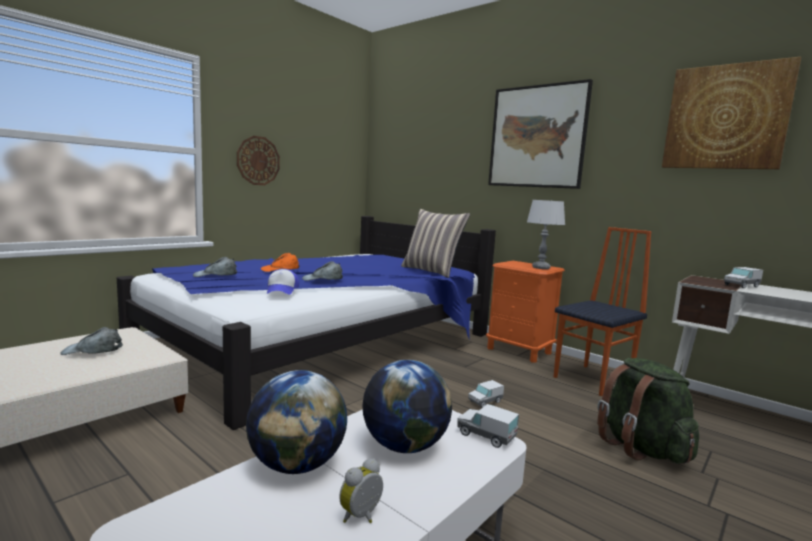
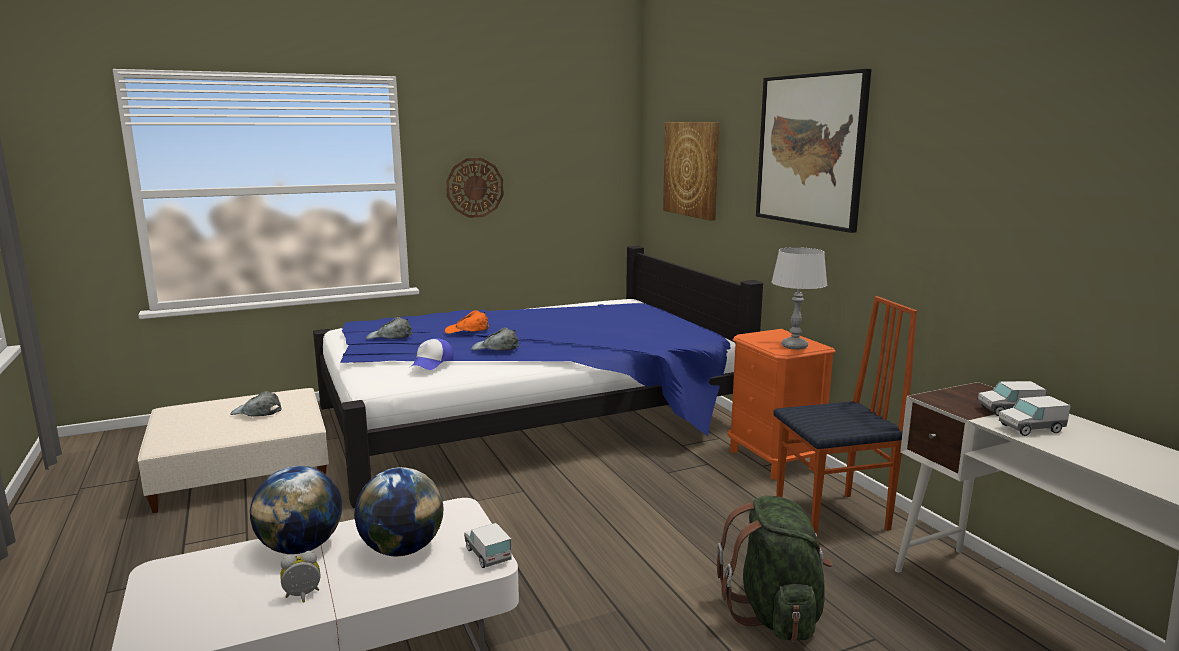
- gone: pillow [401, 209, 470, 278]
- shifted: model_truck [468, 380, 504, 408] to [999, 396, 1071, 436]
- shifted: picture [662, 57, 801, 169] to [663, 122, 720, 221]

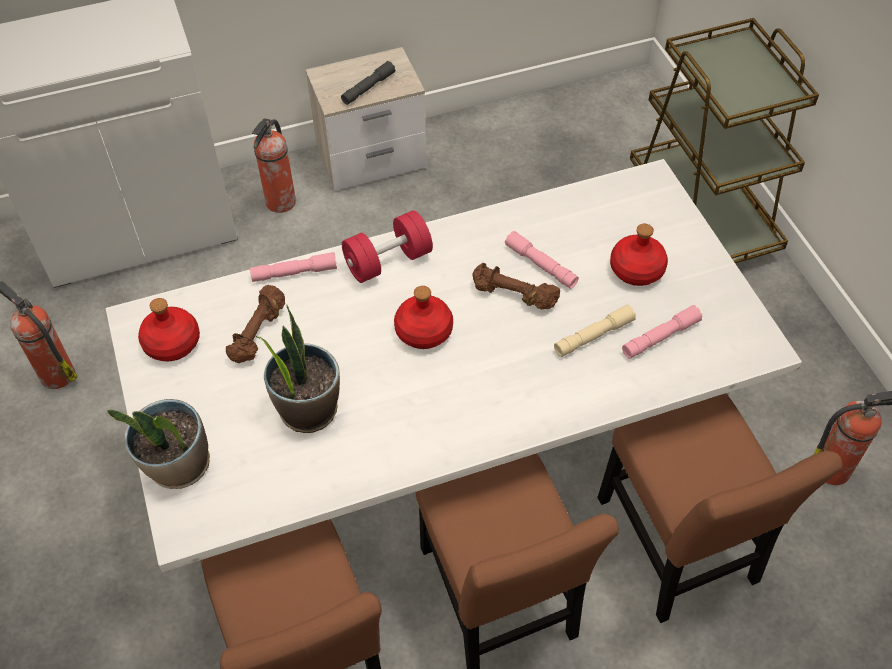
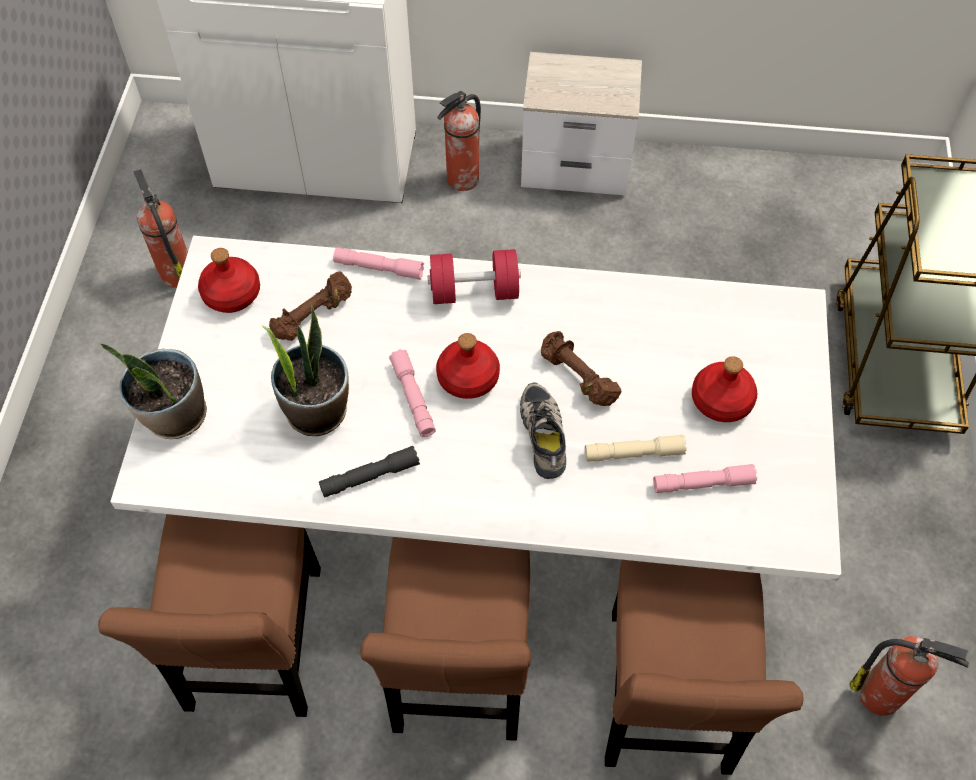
- new: item_of_footwear [520, 382, 566, 479]
- shifted: gray_torch [341, 61, 395, 105] to [319, 446, 420, 497]
- shifted: pink-coloured_torch [505, 231, 579, 289] to [389, 349, 436, 437]

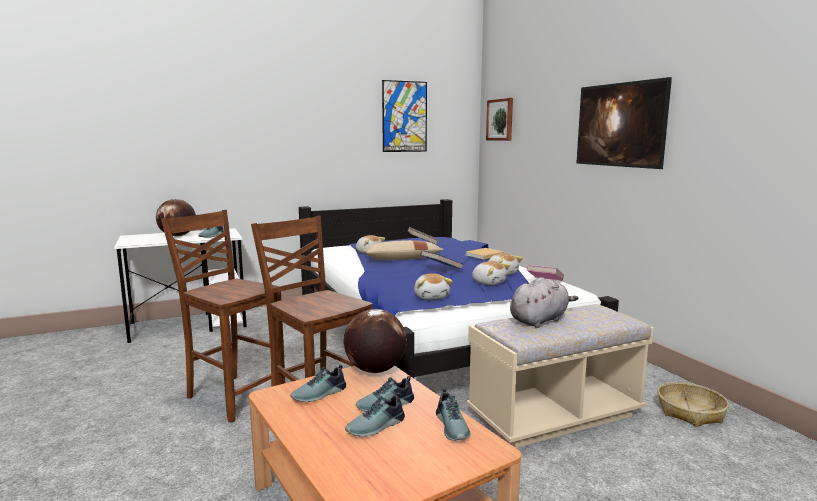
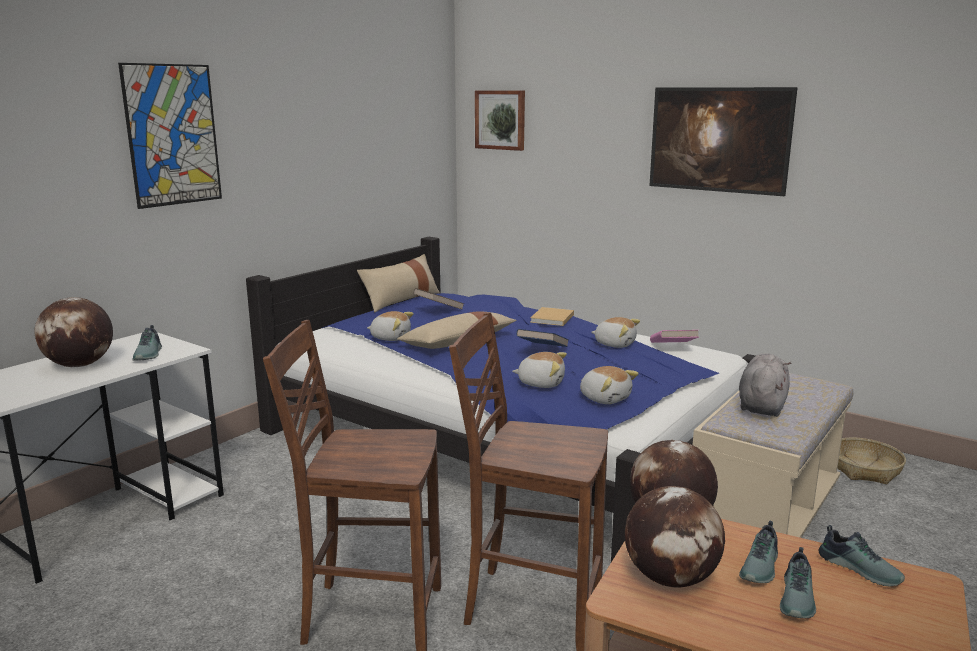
- new: sand-coloured_pillow [357, 254, 440, 312]
- shifted: picture [382, 80, 427, 152] to [118, 63, 222, 209]
- shifted: plush_toy [472, 261, 511, 285] to [512, 352, 567, 388]
- swapped: item_of_footwear [291, 364, 346, 402] to desk_globe [625, 486, 725, 587]

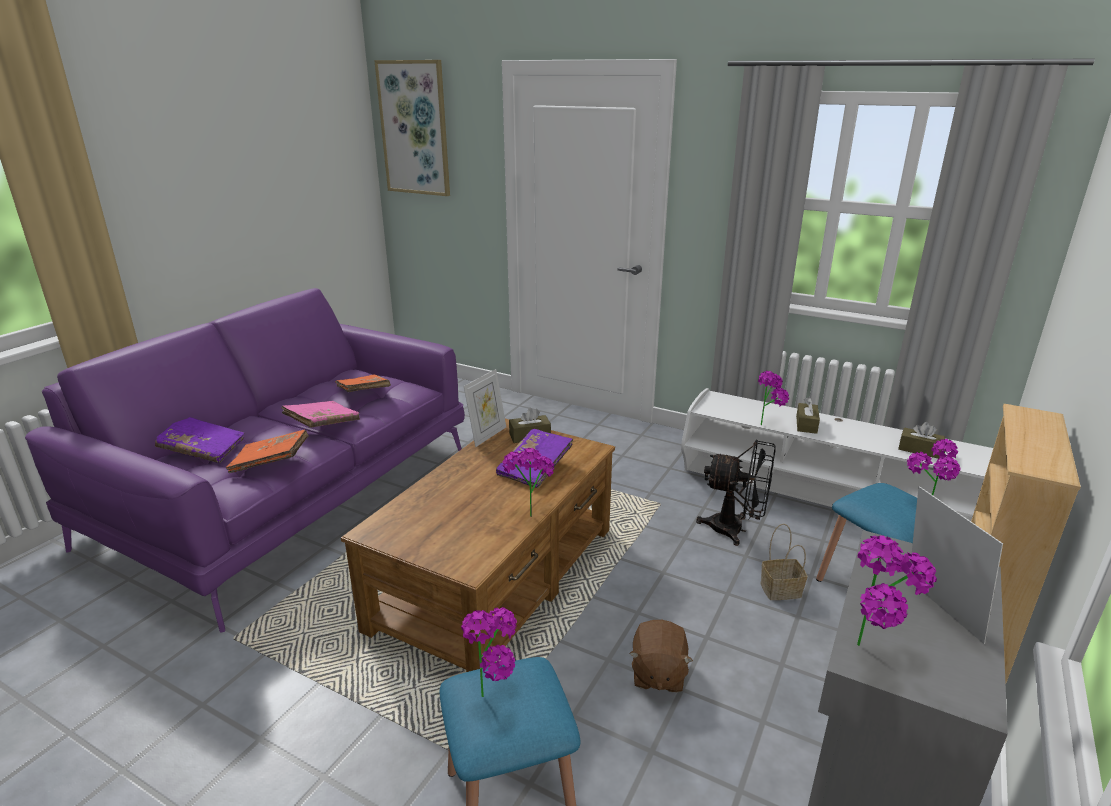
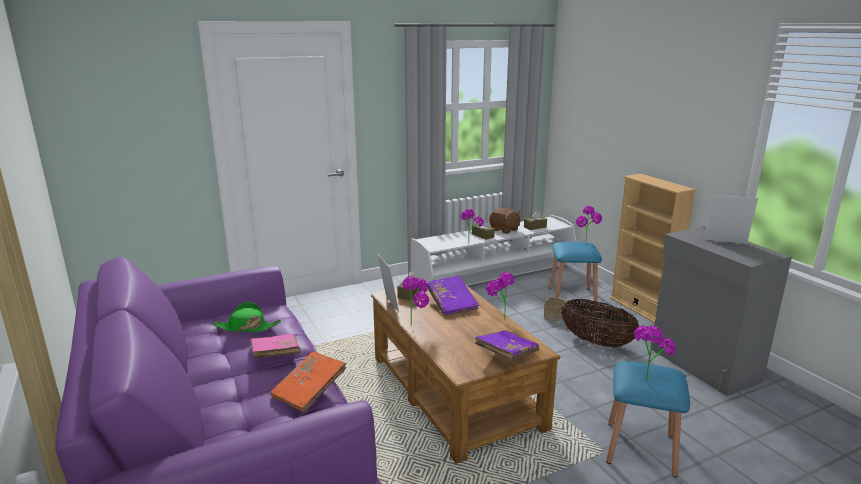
- gone: picture [374, 60, 450, 196]
- gone: black_cooling_fan [696, 439, 776, 546]
- new: basket [561, 299, 639, 347]
- shifted: purple_bound_book [155, 417, 244, 463] to [475, 330, 539, 360]
- shifted: brown-coloured_plush_toy [629, 620, 693, 693] to [489, 207, 520, 234]
- shifted: potted_plant [857, 535, 937, 646] to [403, 276, 429, 325]
- swapped: orange_bound_book [335, 374, 391, 392] to greenish_hat [213, 302, 281, 332]

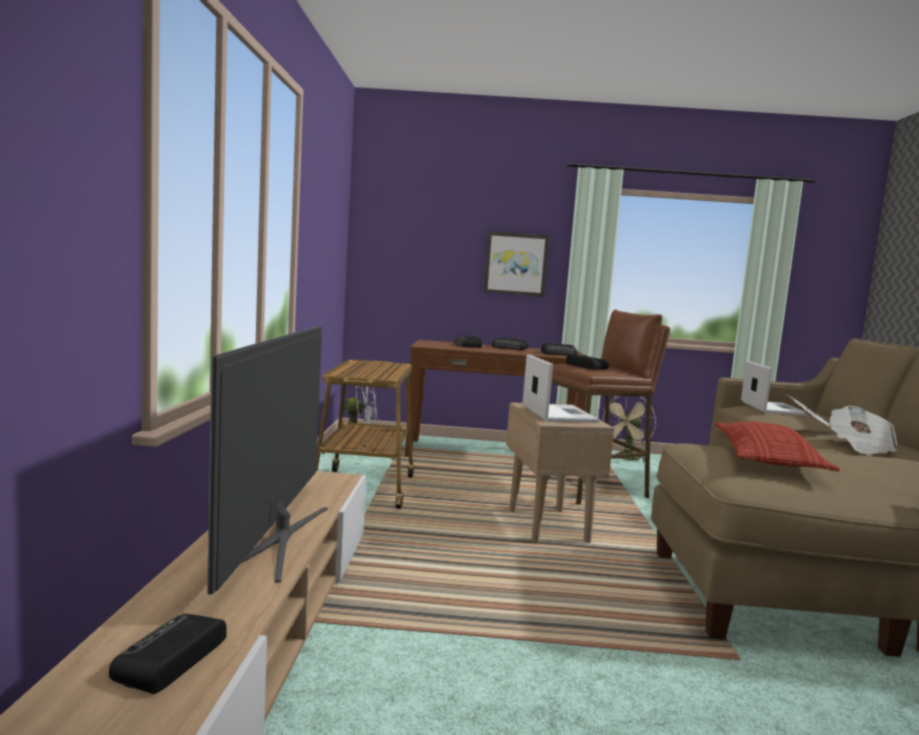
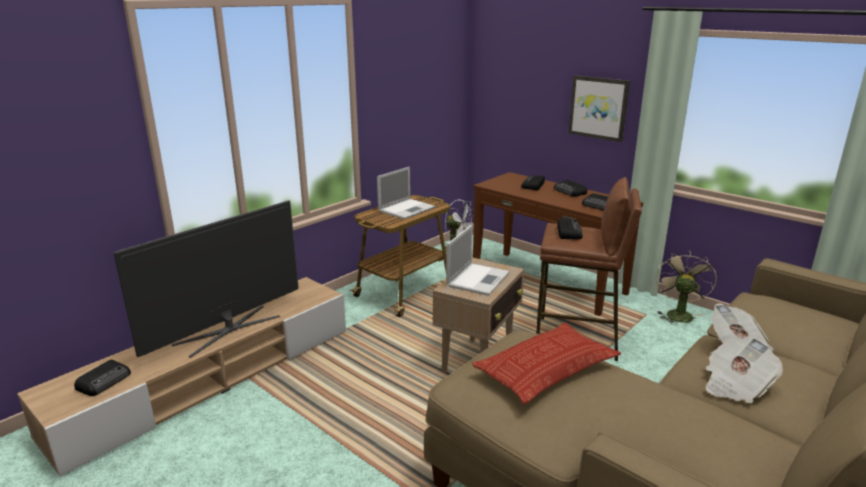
- shifted: notebook_computer [741, 361, 807, 416] to [377, 167, 435, 220]
- rotated: radio_receiver [109, 614, 227, 694] = [74, 360, 131, 396] 150 degrees clockwise
- rotated: sand-coloured_cooling_fan [603, 396, 656, 462] = [656, 251, 717, 325] 120 degrees clockwise

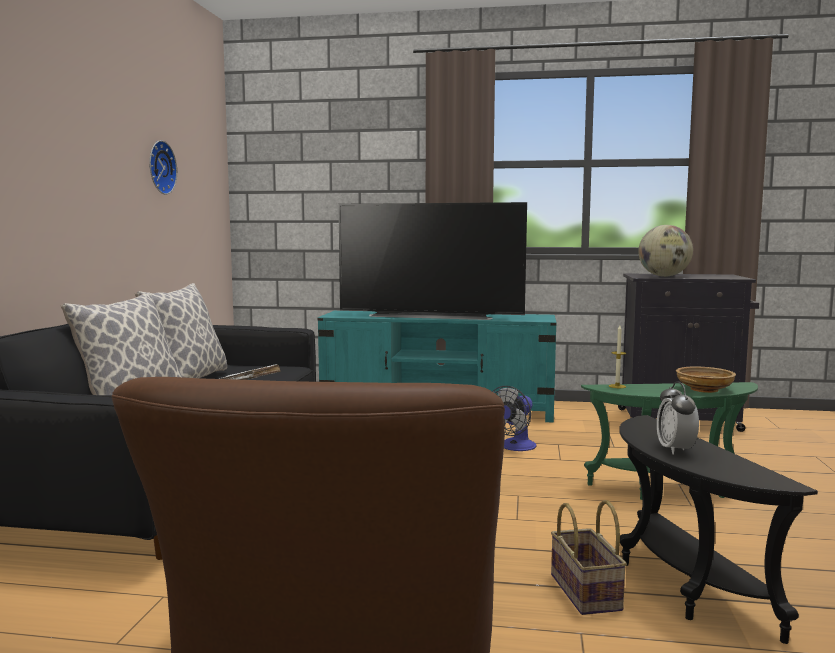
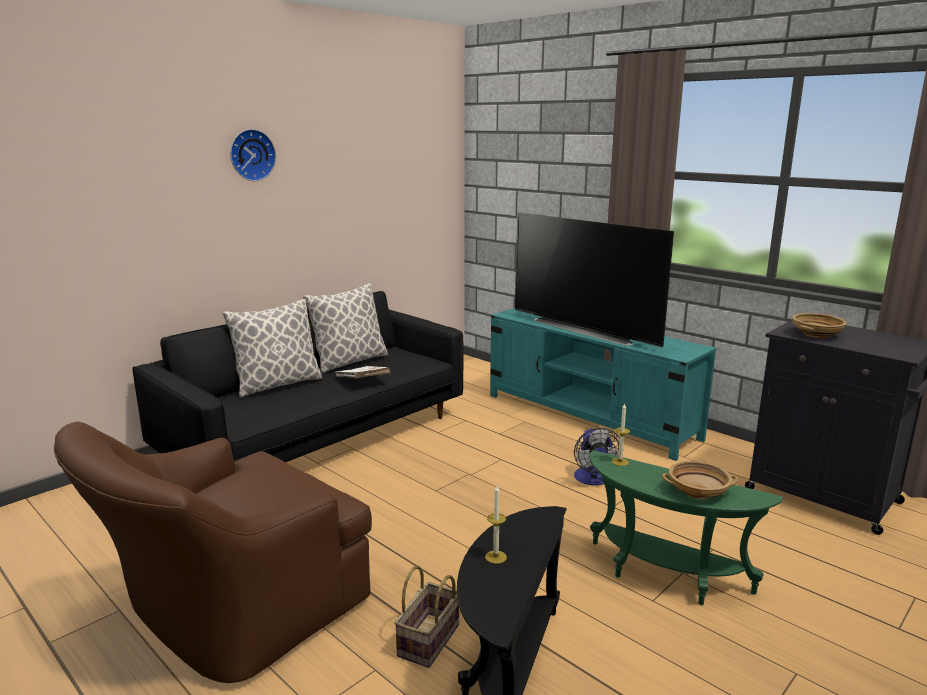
- shifted: clock_on_the_wall [149, 140, 177, 195] to [230, 129, 276, 181]
- swapped: desk_globe [638, 225, 693, 277] to sand-coloured_bowl [792, 313, 847, 338]
- swapped: alarm_clock [657, 381, 699, 455] to wax_light [485, 485, 507, 564]
- rotated: cooling_fan [492, 386, 537, 451] = [574, 428, 620, 485] 75 degrees counterclockwise

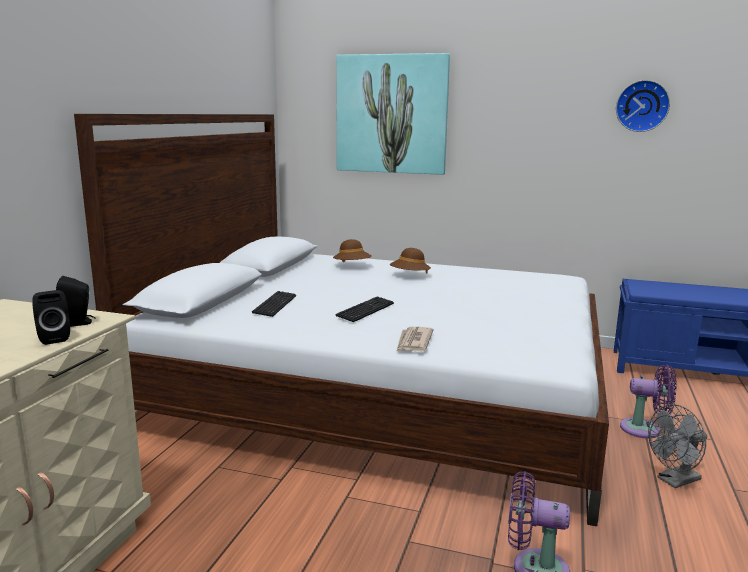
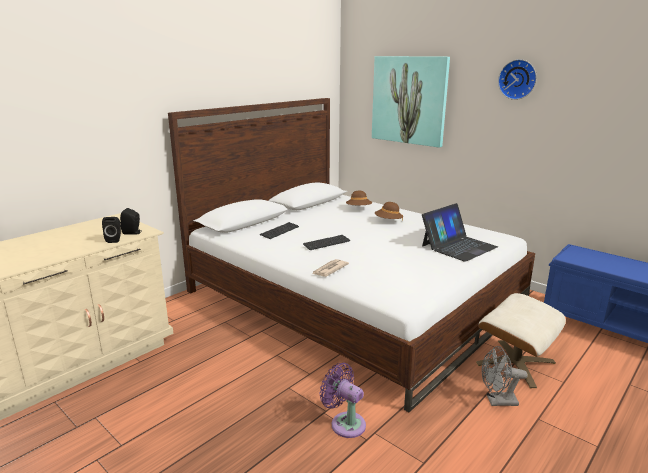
- new: notebook_computer [422, 203, 498, 262]
- shifted: clock_on_the_wall [616, 80, 670, 132] to [498, 59, 537, 100]
- swapped: purple_cooling_fan [620, 365, 676, 439] to sand-coloured_ottoman [476, 293, 566, 388]

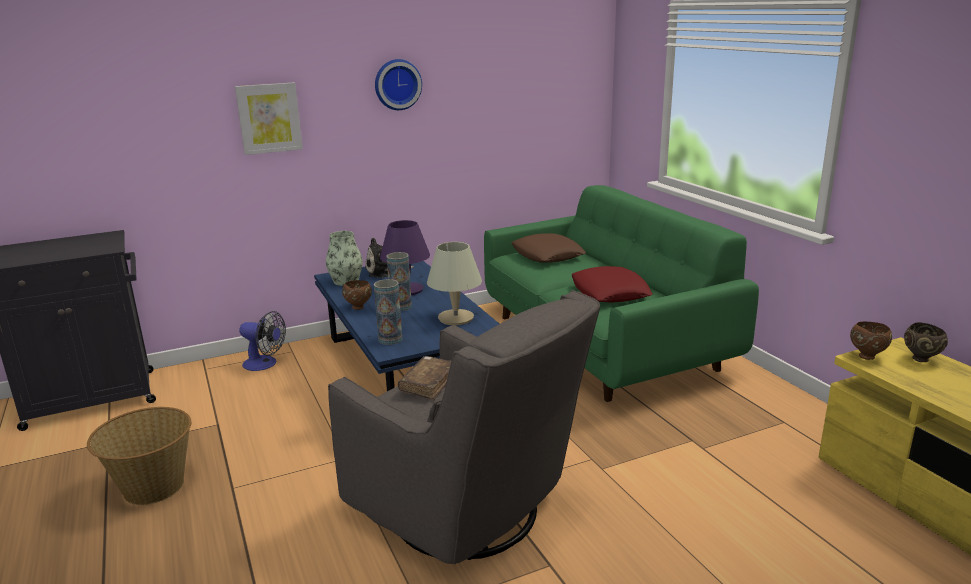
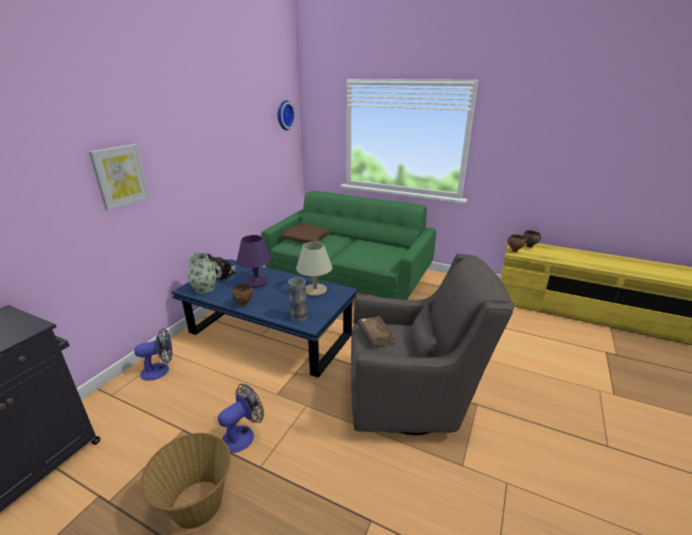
- gone: flower_vase [386, 252, 412, 311]
- gone: reddish_pillow [572, 266, 653, 303]
- new: cooling_fan [218, 384, 264, 453]
- shifted: clock_on_the_wall [375, 59, 422, 110] to [278, 100, 296, 130]

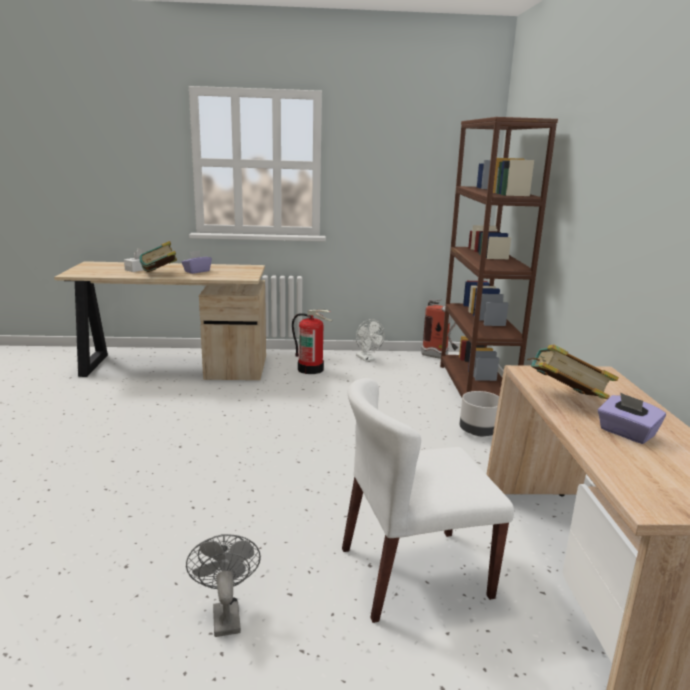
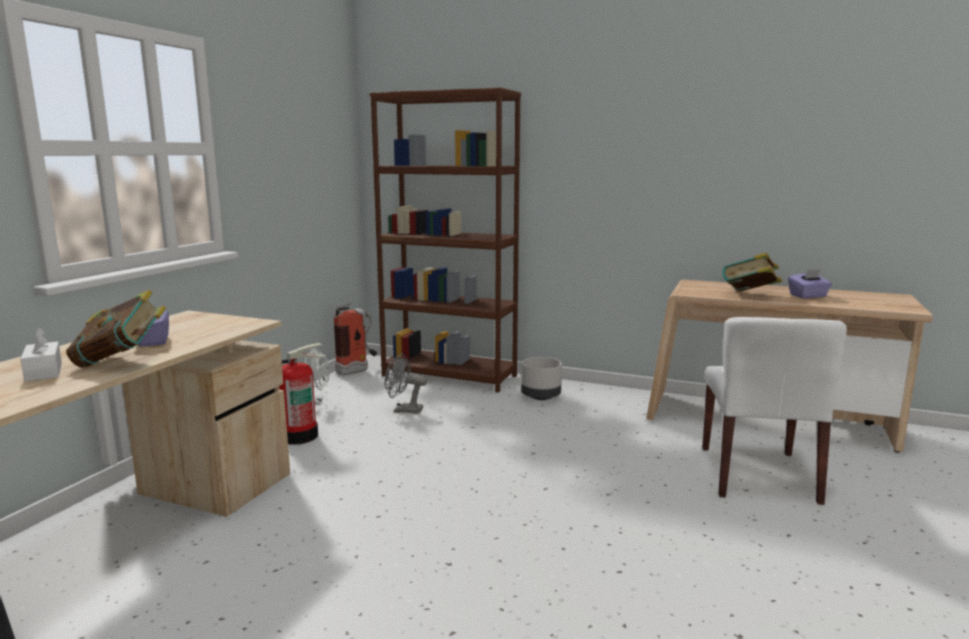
- shifted: gray_cooling_fan [186, 534, 261, 637] to [384, 353, 427, 414]

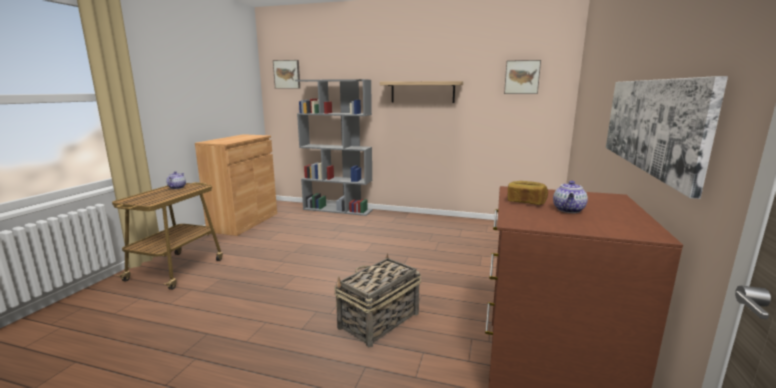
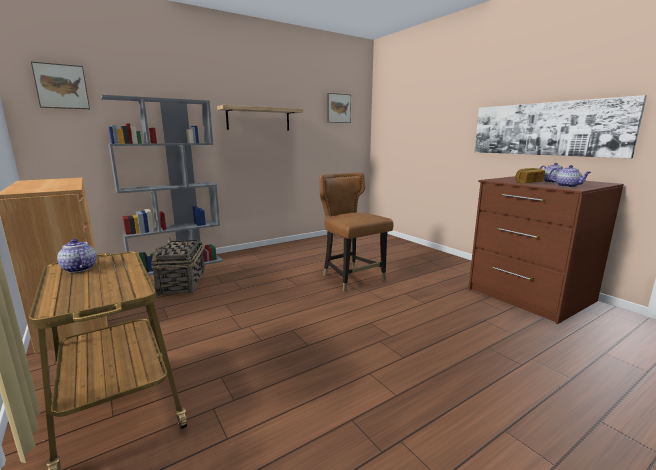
- new: brown-coloured_chair [319, 173, 394, 291]
- new: tea_pot [549, 165, 591, 187]
- shifted: basket [334, 253, 421, 347] to [151, 237, 205, 296]

